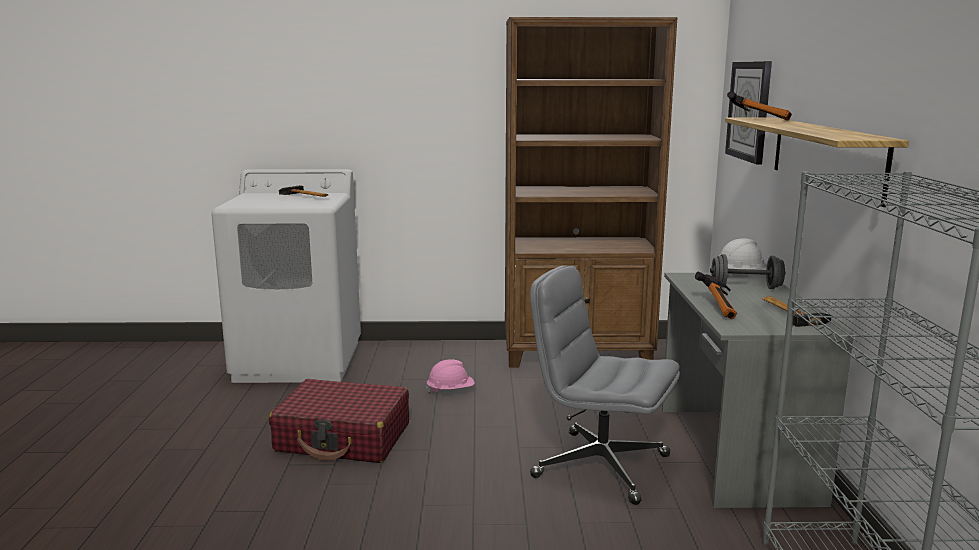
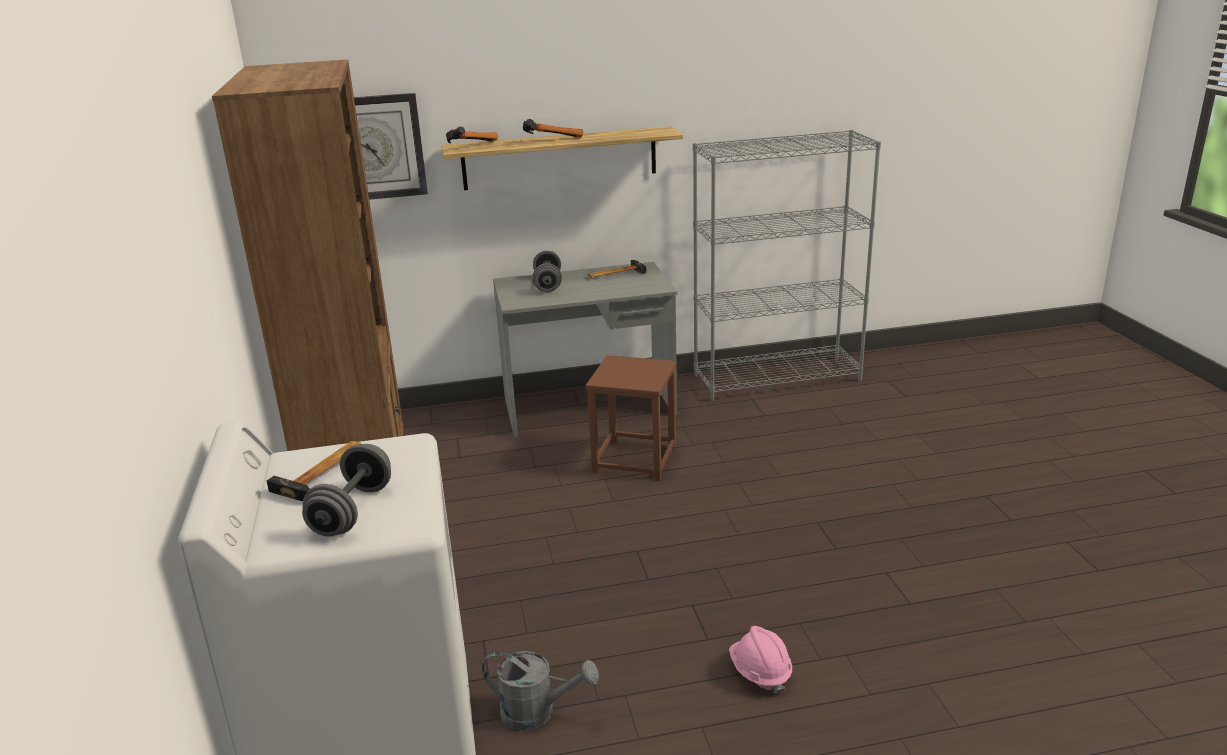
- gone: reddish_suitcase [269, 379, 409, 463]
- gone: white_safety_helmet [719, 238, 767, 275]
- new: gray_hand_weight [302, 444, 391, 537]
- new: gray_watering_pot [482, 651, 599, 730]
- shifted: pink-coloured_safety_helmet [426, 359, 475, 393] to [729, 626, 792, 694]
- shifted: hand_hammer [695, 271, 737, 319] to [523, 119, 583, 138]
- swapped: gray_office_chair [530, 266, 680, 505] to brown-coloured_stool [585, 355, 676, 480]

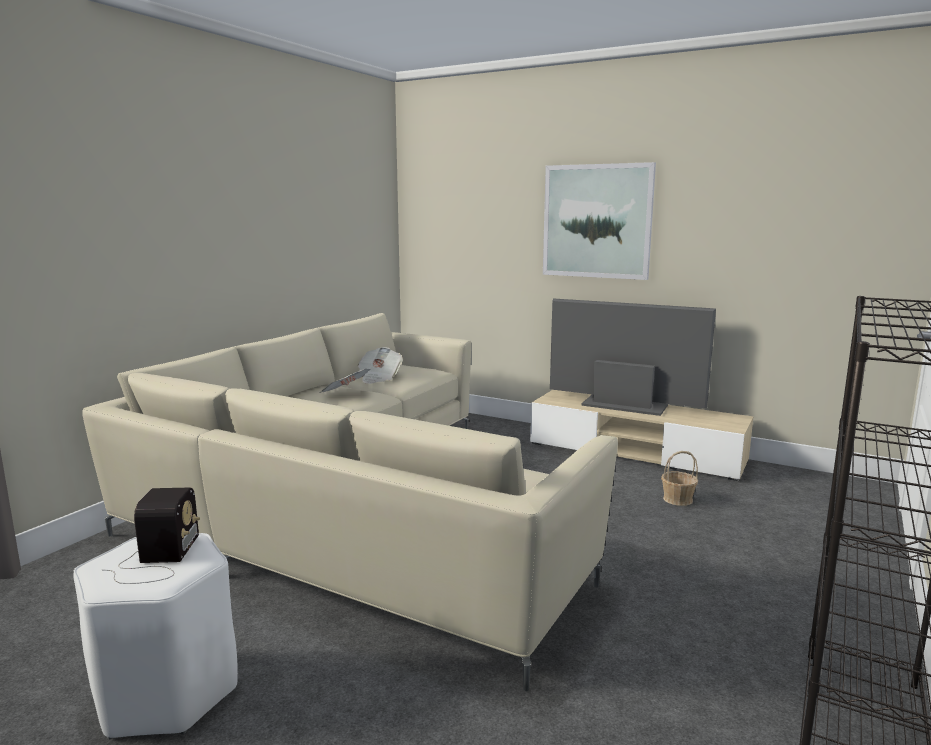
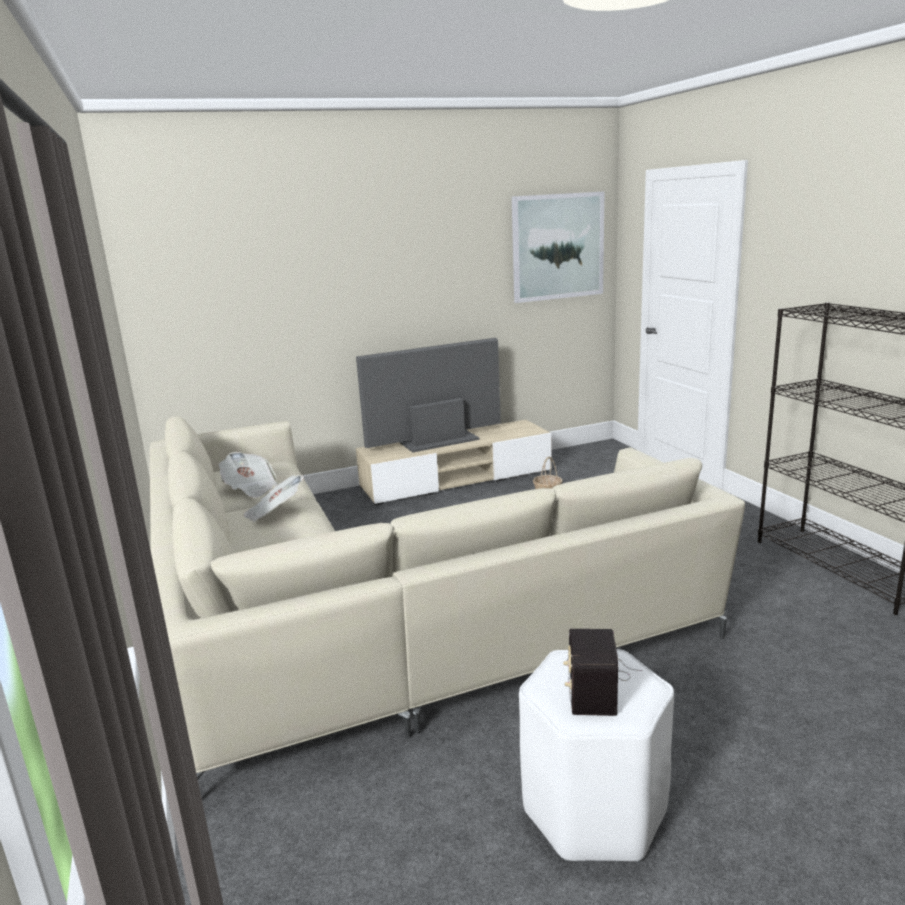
- shifted: picture [543, 162, 656, 280] to [512, 192, 604, 303]
- rotated: radio_receiver [104, 487, 200, 584] = [563, 629, 642, 716] 120 degrees counterclockwise

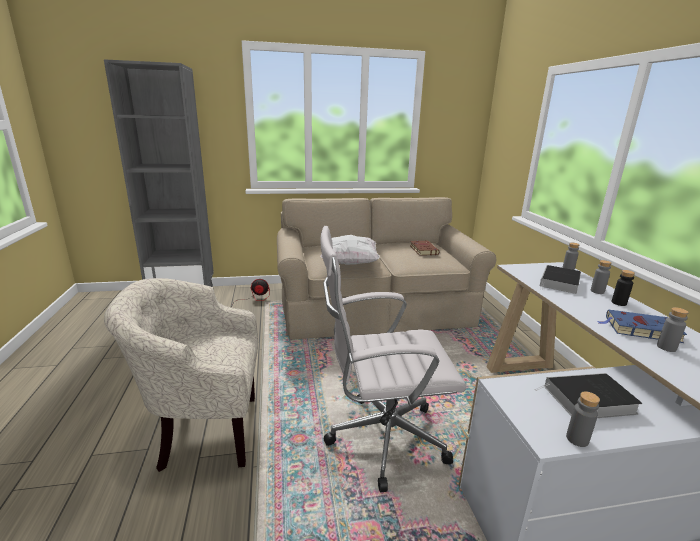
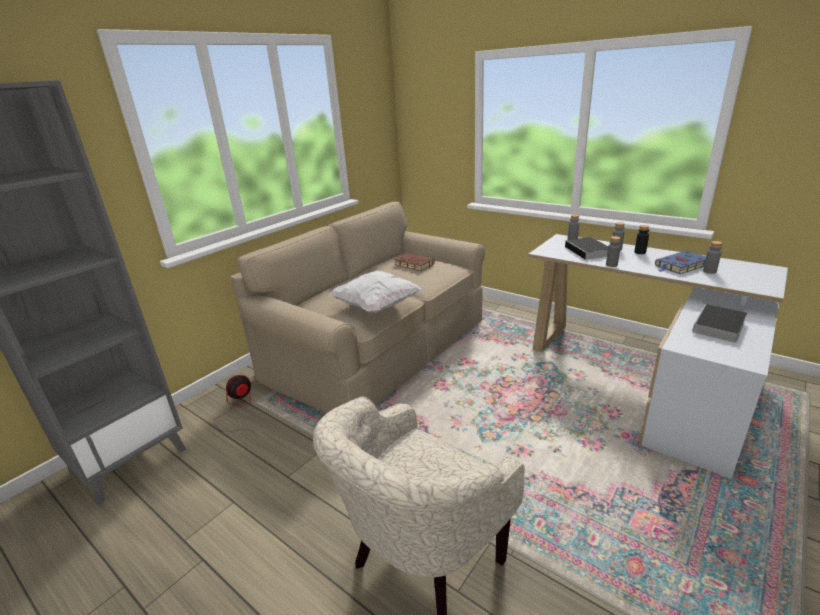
- gone: white_office_chair [320, 226, 467, 492]
- shifted: gray_beverage_bottle [566, 391, 600, 447] to [606, 236, 621, 267]

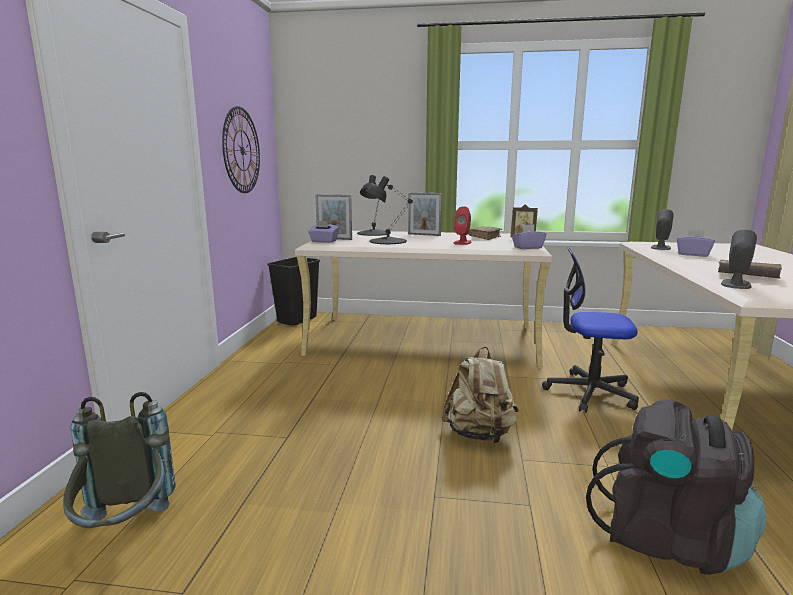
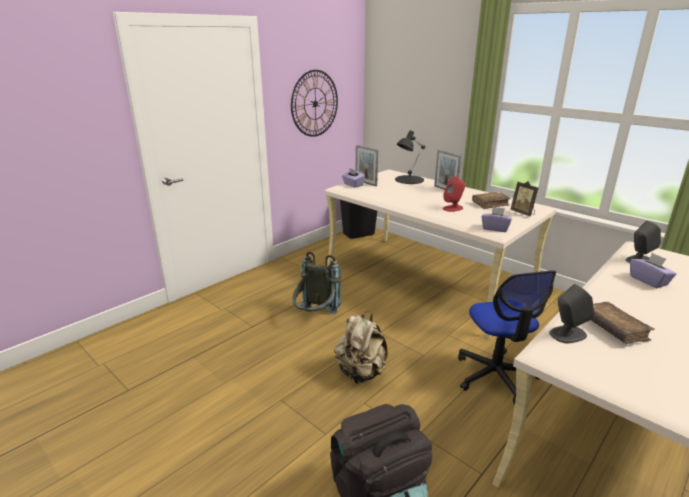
- gone: black_table_lamp [366, 176, 413, 244]
- shifted: gray_backpack [63, 392, 176, 528] to [292, 252, 341, 314]
- rotated: office_chair [542, 247, 639, 413] = [458, 270, 556, 404] 150 degrees counterclockwise

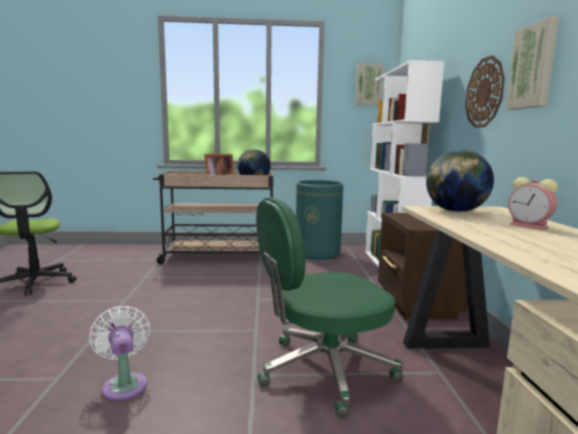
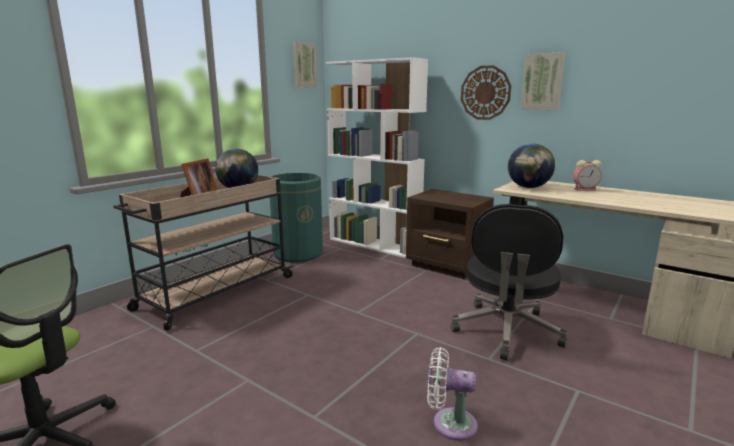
- repainted: greenish_office_chair [256, 197, 403, 418] to black_office_chair [451, 204, 567, 361]

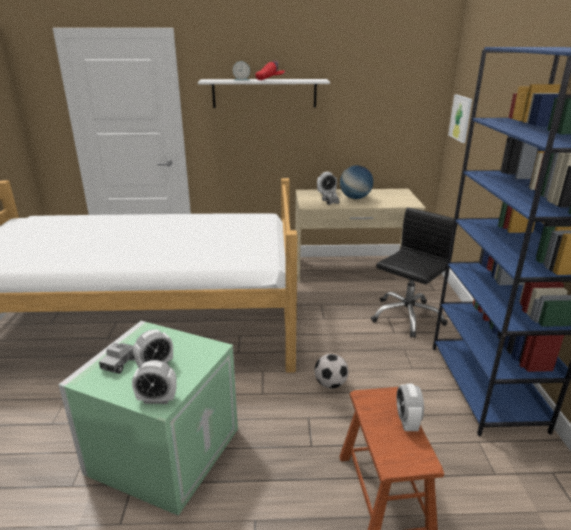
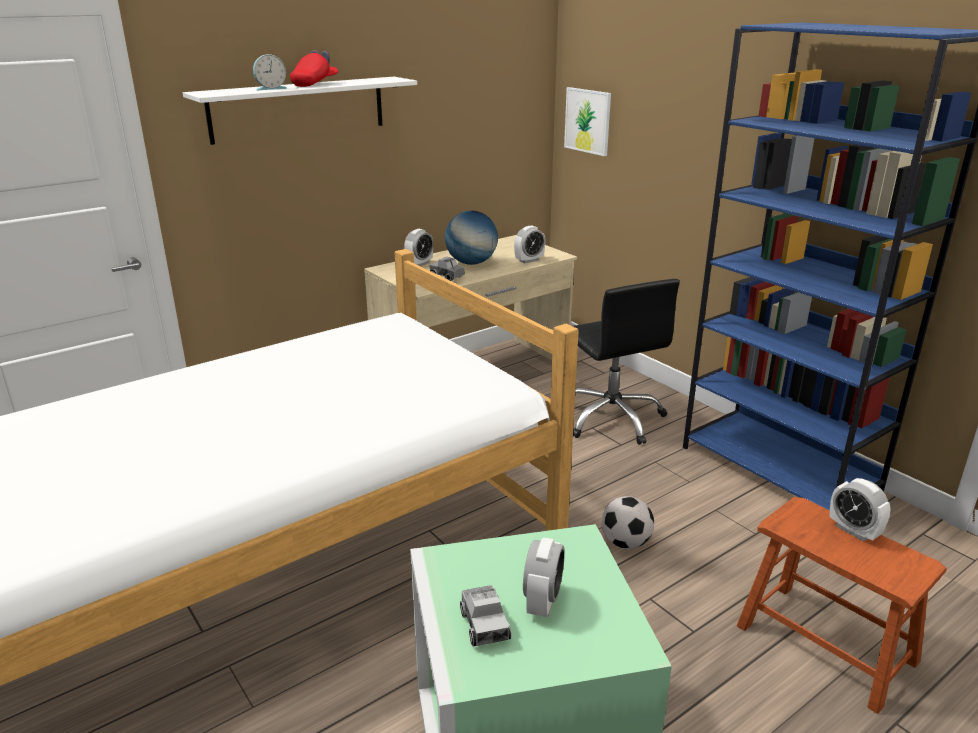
- shifted: alarm_clock [132, 360, 177, 404] to [514, 225, 545, 263]
- rotated: black_office_chair [371, 207, 454, 338] = [573, 279, 680, 445] 150 degrees clockwise

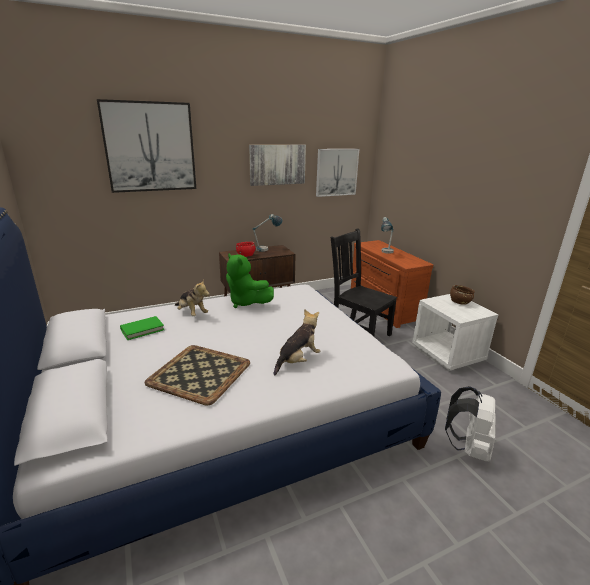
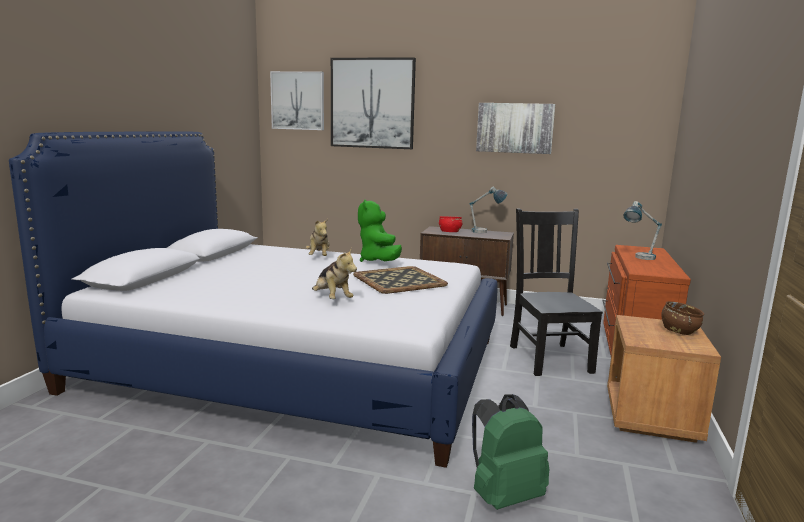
- gone: greenish_bound_book [120, 316, 165, 340]
- shifted: tray [144, 345, 250, 405] to [353, 266, 448, 294]
- shifted: picture [316, 149, 359, 197] to [270, 71, 324, 130]
- repainted: white_night_table [412, 294, 498, 371] to brown-coloured_night_table [607, 315, 721, 443]
- repainted: white_backpack [445, 386, 496, 462] to greenish_backpack [472, 394, 549, 510]
- rotated: plush_toy [274, 309, 320, 376] = [312, 248, 357, 299] 60 degrees clockwise

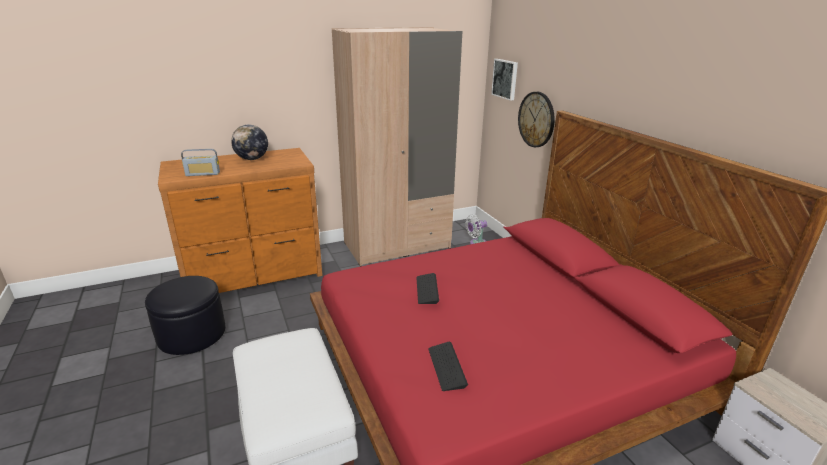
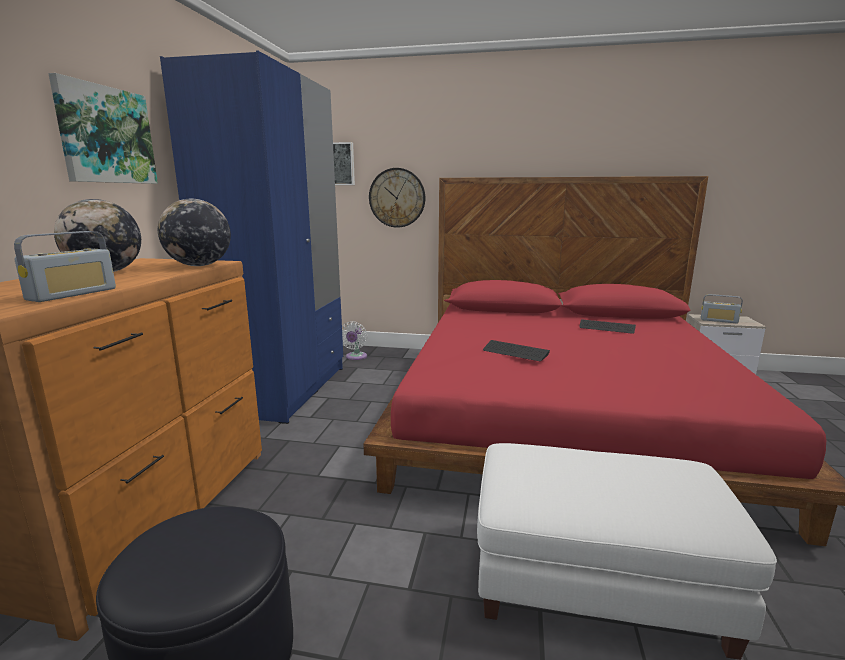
- new: picture [48, 73, 158, 184]
- new: desk_globe [158, 199, 231, 266]
- new: radio_receiver [701, 294, 743, 323]
- shifted: computer_keyboard [428, 342, 468, 391] to [579, 319, 636, 334]
- repainted: sand-coloured_clothes_cupboard [332, 27, 462, 267] to blue_clothes_cupboard [160, 51, 343, 424]

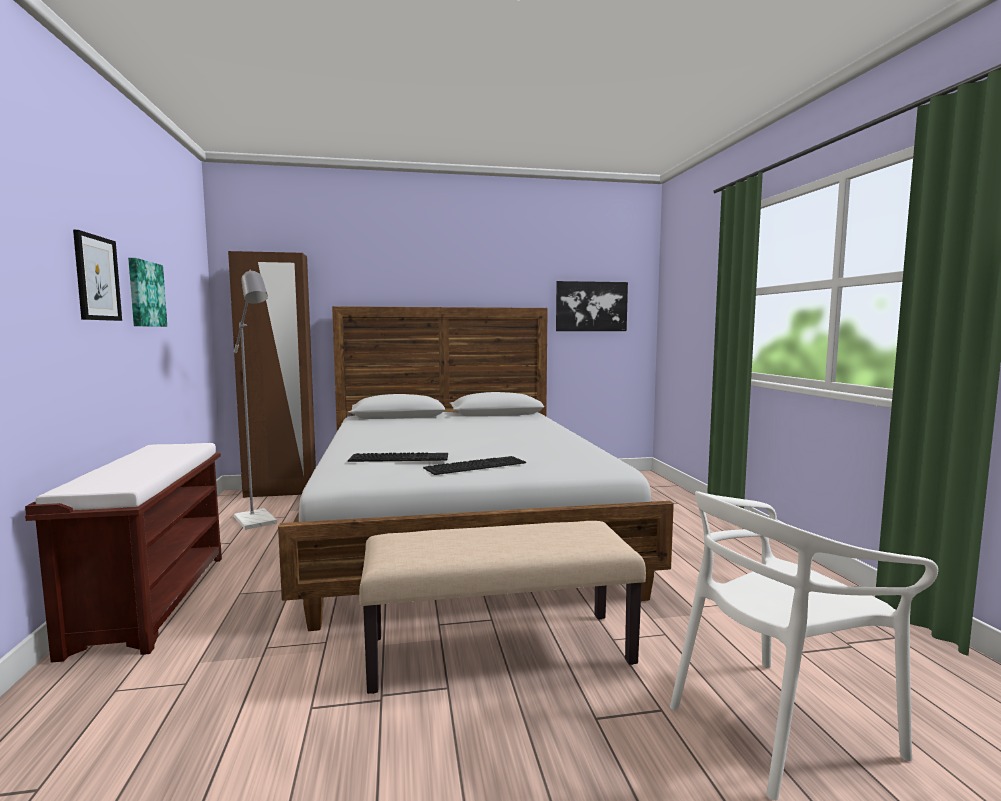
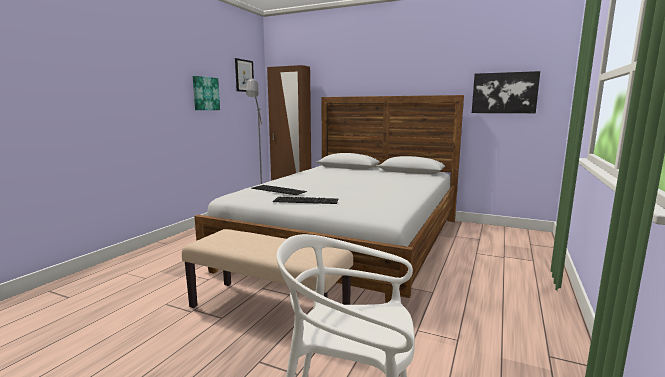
- gone: brown-coloured_bench [25, 443, 222, 663]
- shifted: picture [73, 230, 122, 321] to [235, 58, 254, 92]

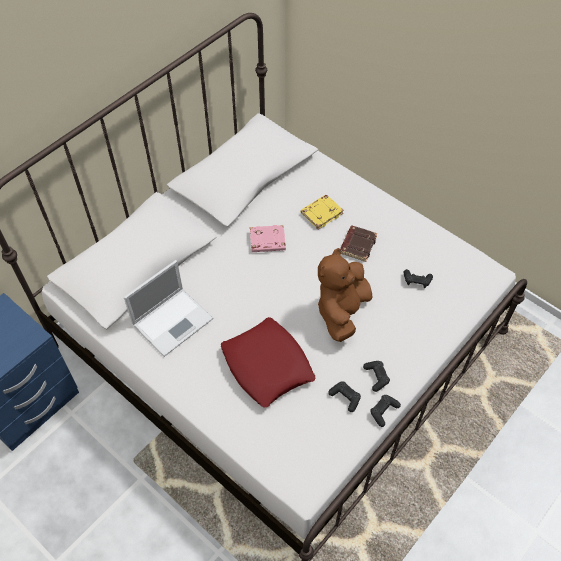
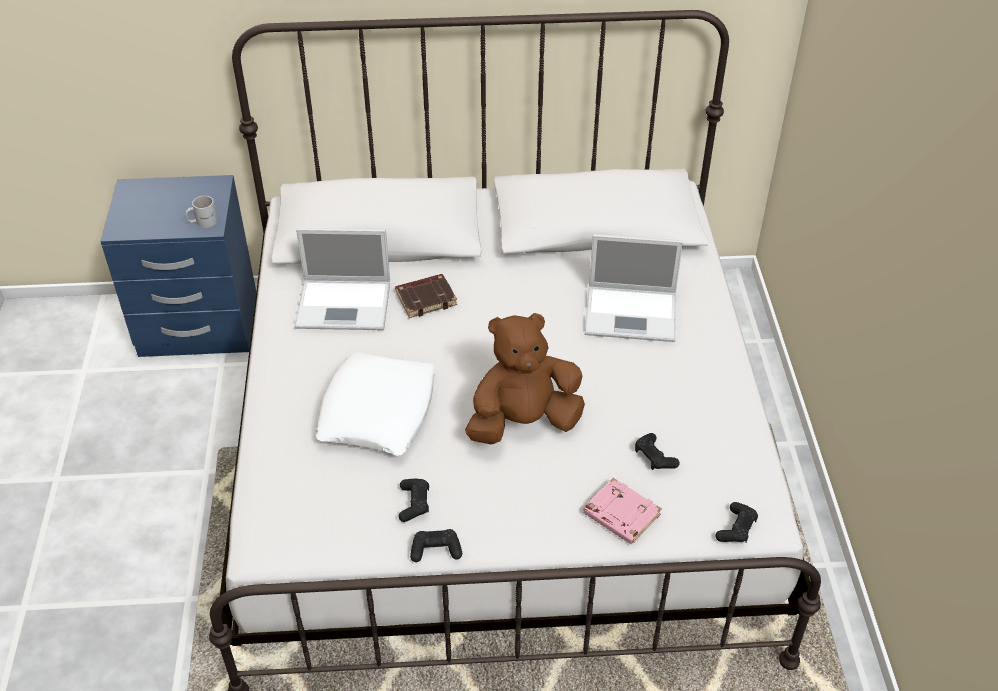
- new: white_mug [185, 196, 217, 228]
- shifted: pink-coloured_bound_book [250, 225, 286, 252] to [583, 478, 662, 545]
- shifted: brown-coloured_bound_book [340, 226, 377, 262] to [395, 274, 457, 318]
- shifted: black_joypad [363, 361, 390, 392] to [715, 502, 758, 542]
- swapped: yellowish_bound_book [301, 195, 344, 229] to notebook_computer [585, 234, 683, 342]
- repainted: reddish_pillow [221, 317, 316, 408] to white_pillow [315, 352, 435, 456]

